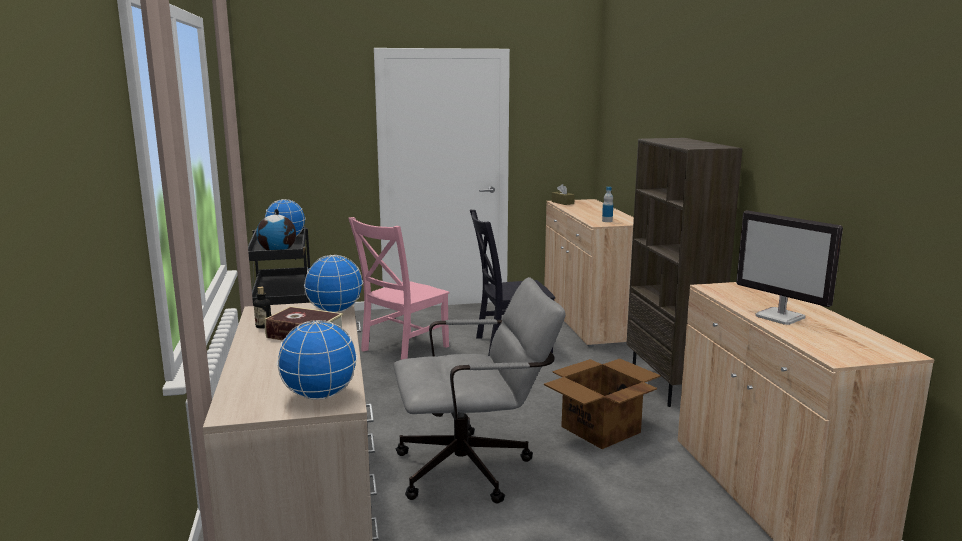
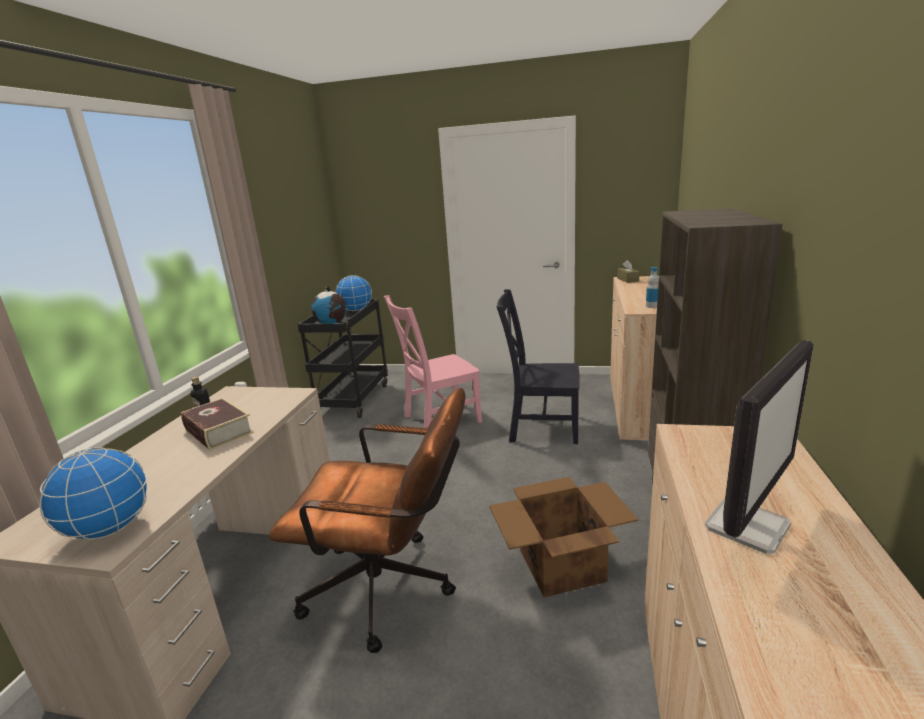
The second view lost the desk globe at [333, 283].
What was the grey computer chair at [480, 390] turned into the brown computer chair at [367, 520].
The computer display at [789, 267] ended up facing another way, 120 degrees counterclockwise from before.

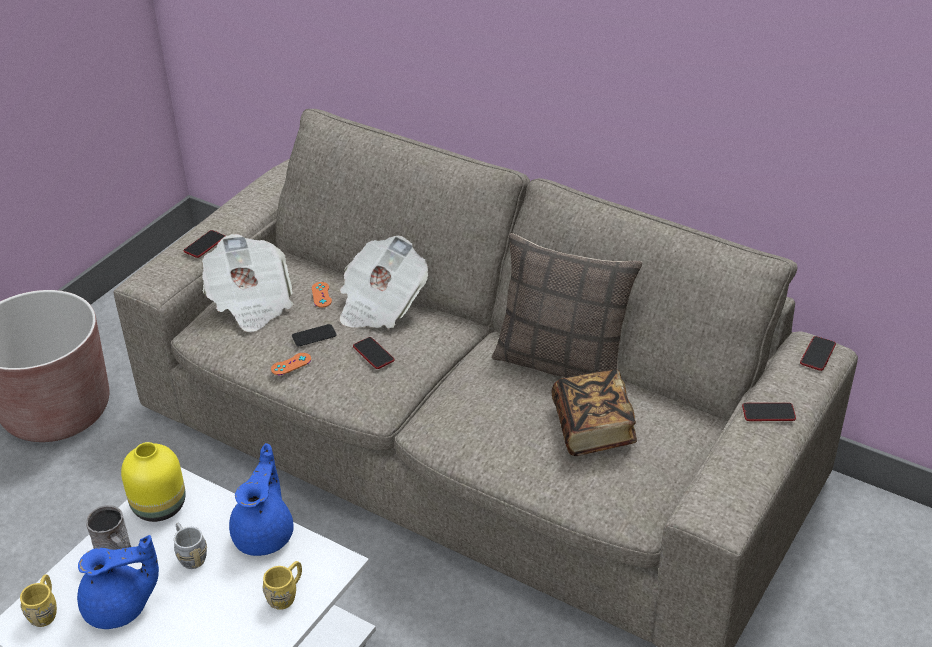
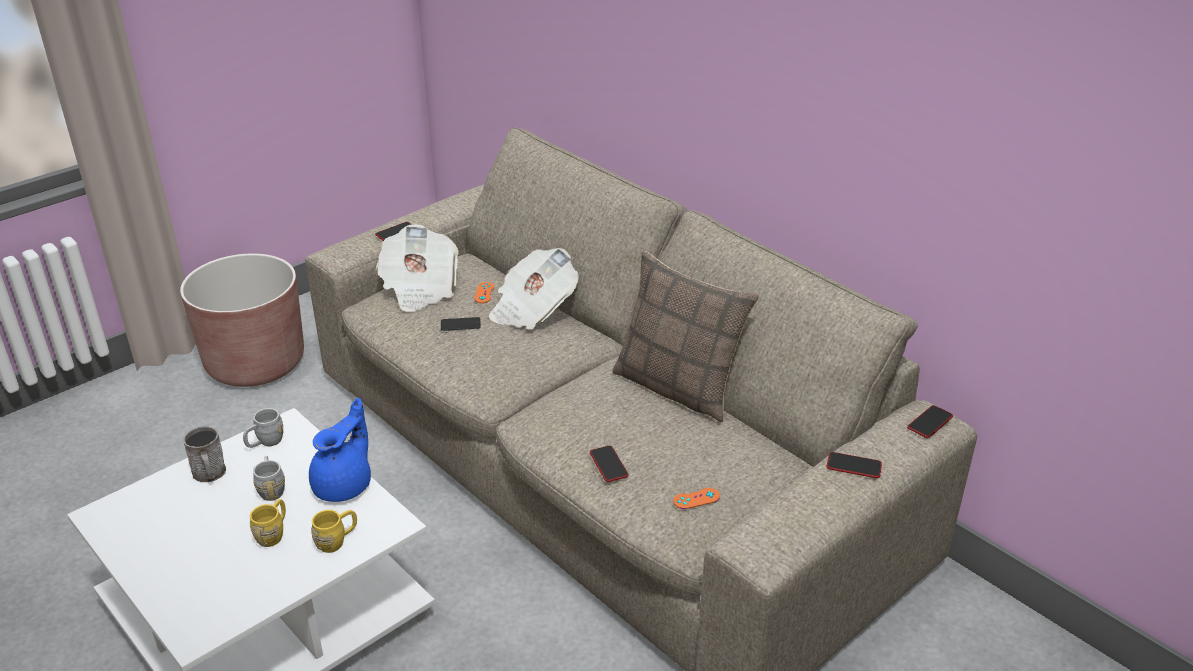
The second view lost the bluish pot for tea at [118, 582].
The second view lost the book at [594, 412].
The yellow-coloured mug ended up elsewhere, having gone from [38, 600] to [268, 523].
The orange-coloured joypad ended up elsewhere, having gone from [291, 364] to [696, 498].
The phone ended up elsewhere, having gone from [374, 353] to [609, 464].
Where the yellow-coloured flower vase stood at [153, 482], the grey mug came to stand at [263, 428].

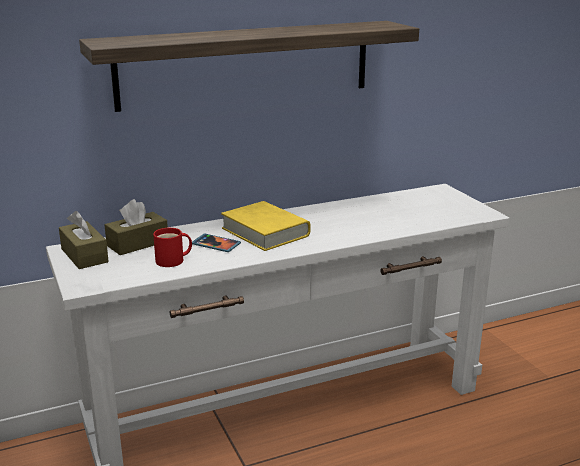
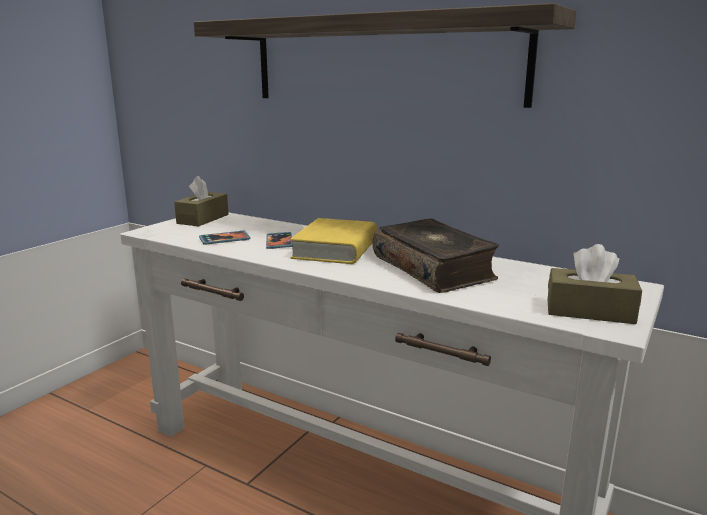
The second view gained the book at [436, 255].
The brown tissue holder ended up elsewhere, having gone from [136, 227] to [595, 284].
Where the reddish mug stood at [172, 247], the phone came to stand at [225, 238].

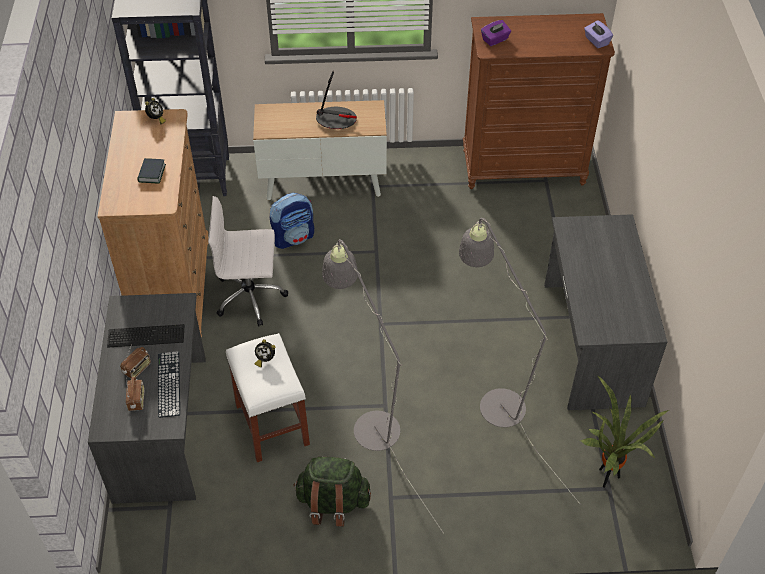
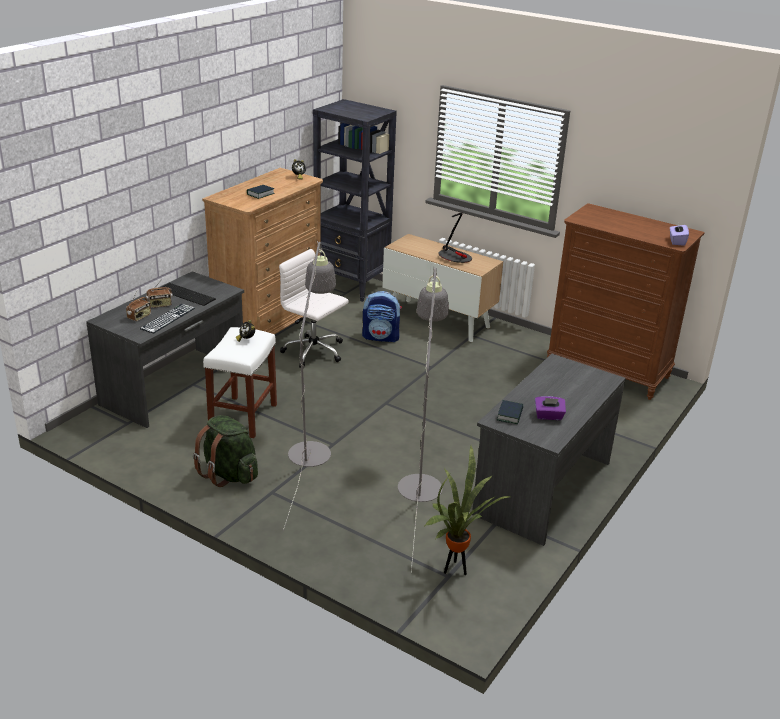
The second view gained the book at [510, 412].
The purplish tissue holder ended up elsewhere, having gone from [496, 33] to [550, 408].

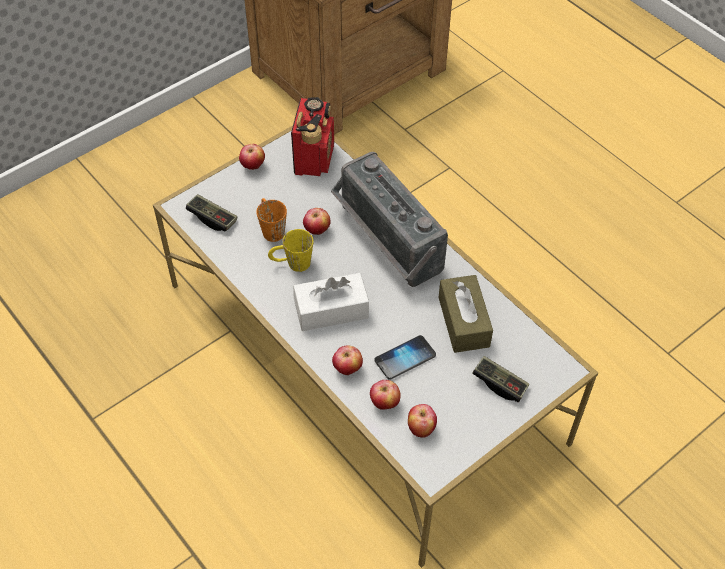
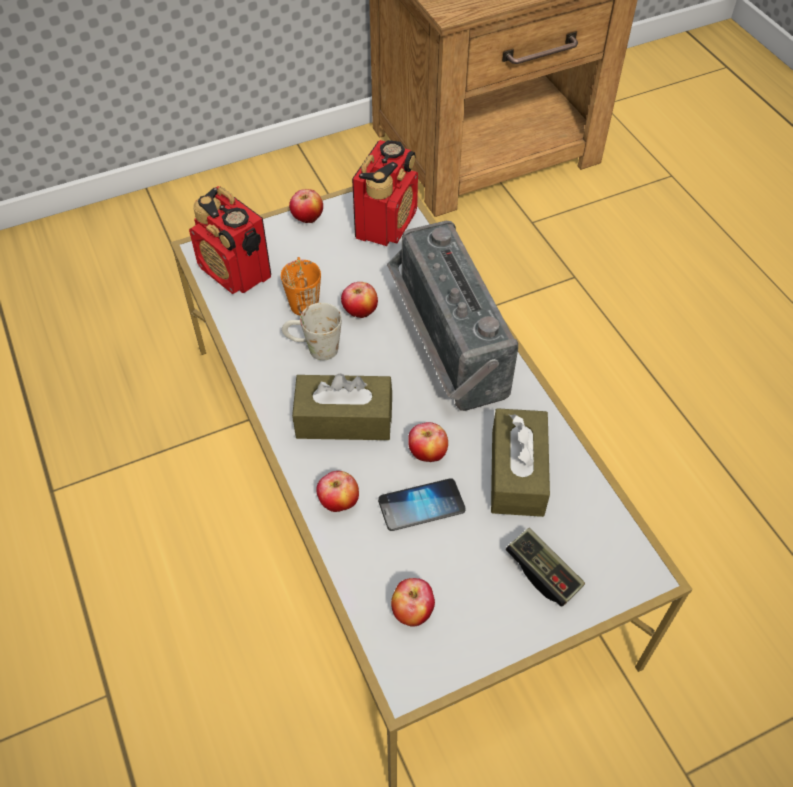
The apple fruit ended up elsewhere, having gone from [385, 395] to [428, 442].
Where the joypad stood at [211, 212], the radio receiver came to stand at [230, 240].
What was the yellow-coloured mug at [290, 250] turned into the white mug at [312, 331].
What was the white tissue holder at [331, 302] turned into the brown tissue holder at [342, 406].

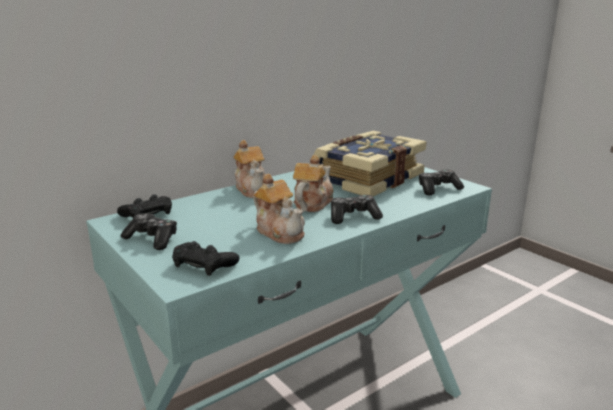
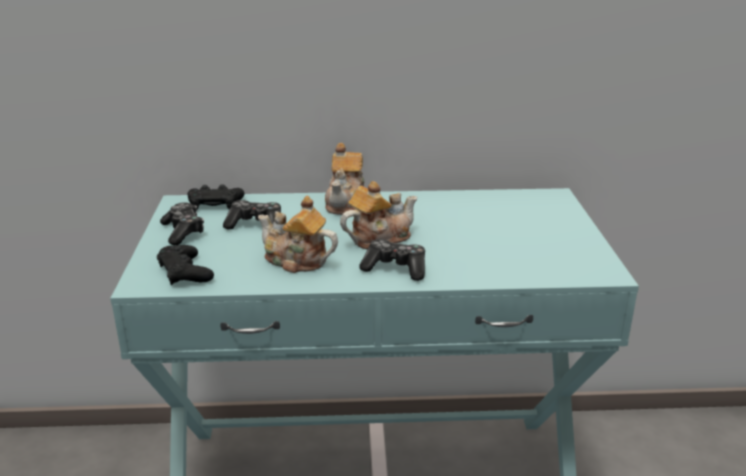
The second view lost the book at [369, 163].
The joypad ended up elsewhere, having gone from [441, 182] to [252, 215].
The pot for tea at [279, 209] ended up facing another way, 120 degrees clockwise from before.

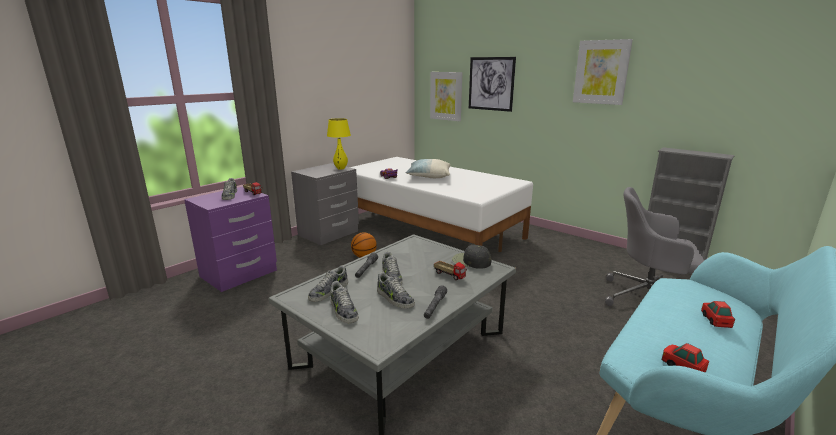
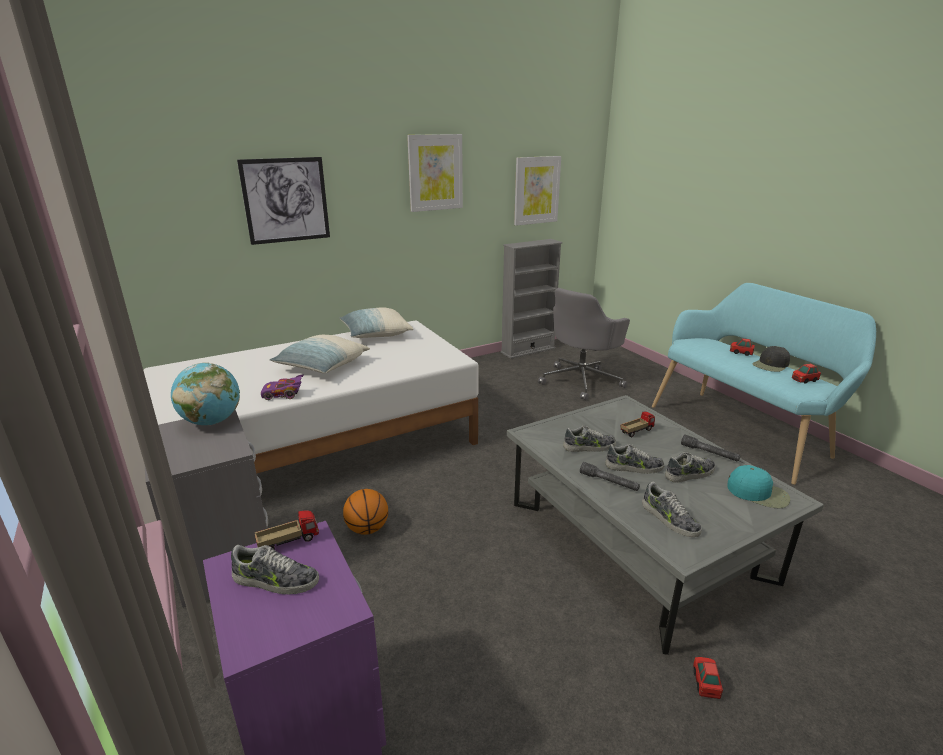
The second view gained the pillow at [376, 322].
The second view gained the toy car at [708, 678].
The second view gained the turquoise-coloured cap at [758, 486].
The shoe ended up elsewhere, having gone from [344, 302] to [589, 438].
The wall art ended up elsewhere, having gone from [446, 96] to [537, 191].
The blackish cap ended up elsewhere, having gone from [472, 257] to [771, 359].
Where the yellow-coloured table lamp stood at [339, 144], the desk globe came to stand at [205, 394].

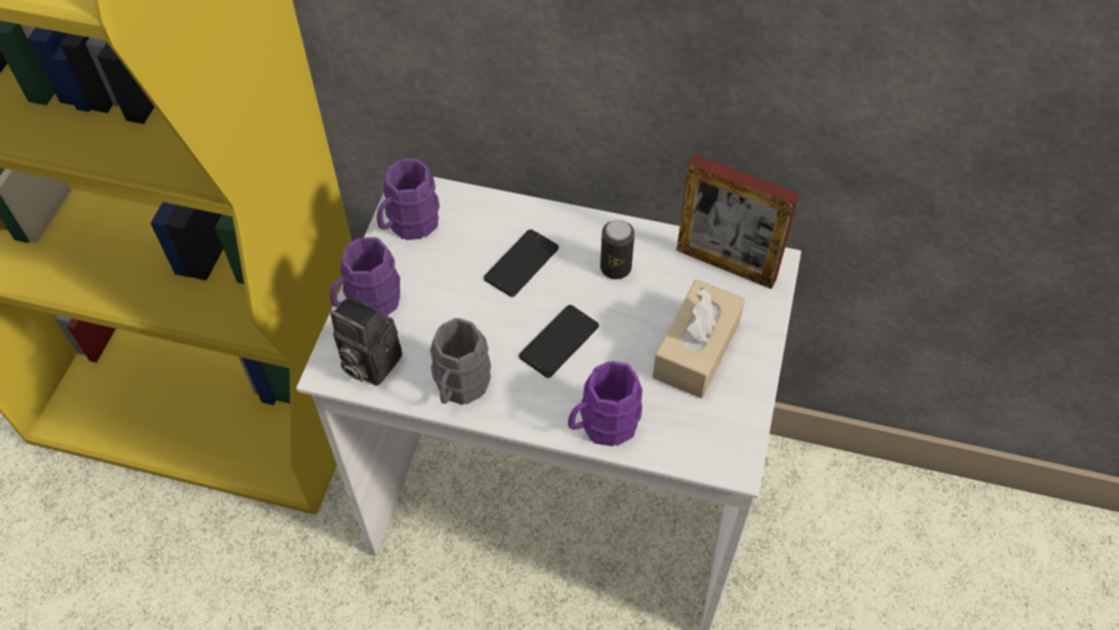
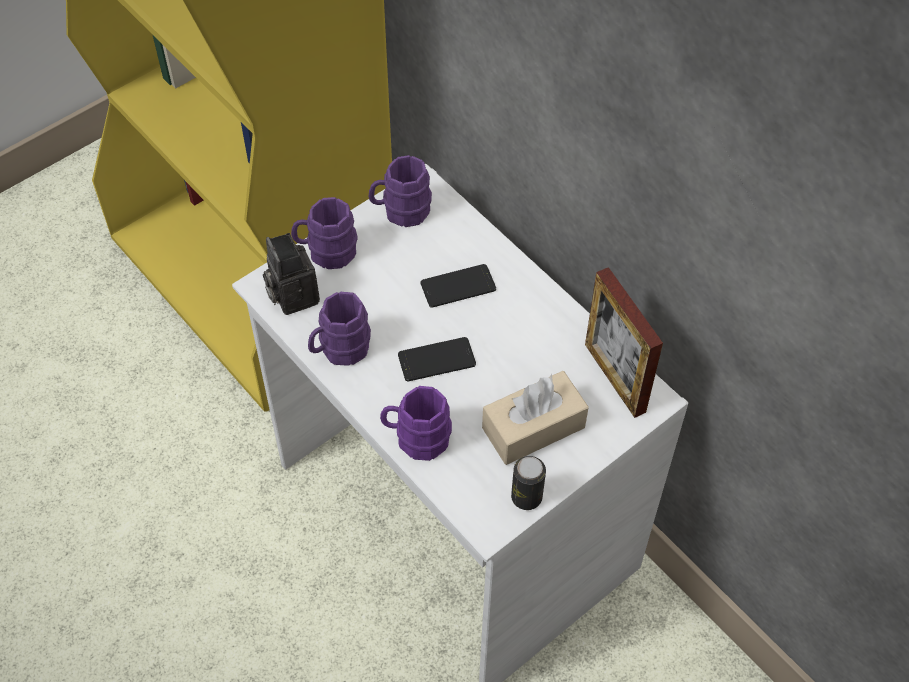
The metal can ended up elsewhere, having gone from [617, 249] to [528, 483].
What was the grey mug at [460, 361] turned into the purplish mug at [339, 329].

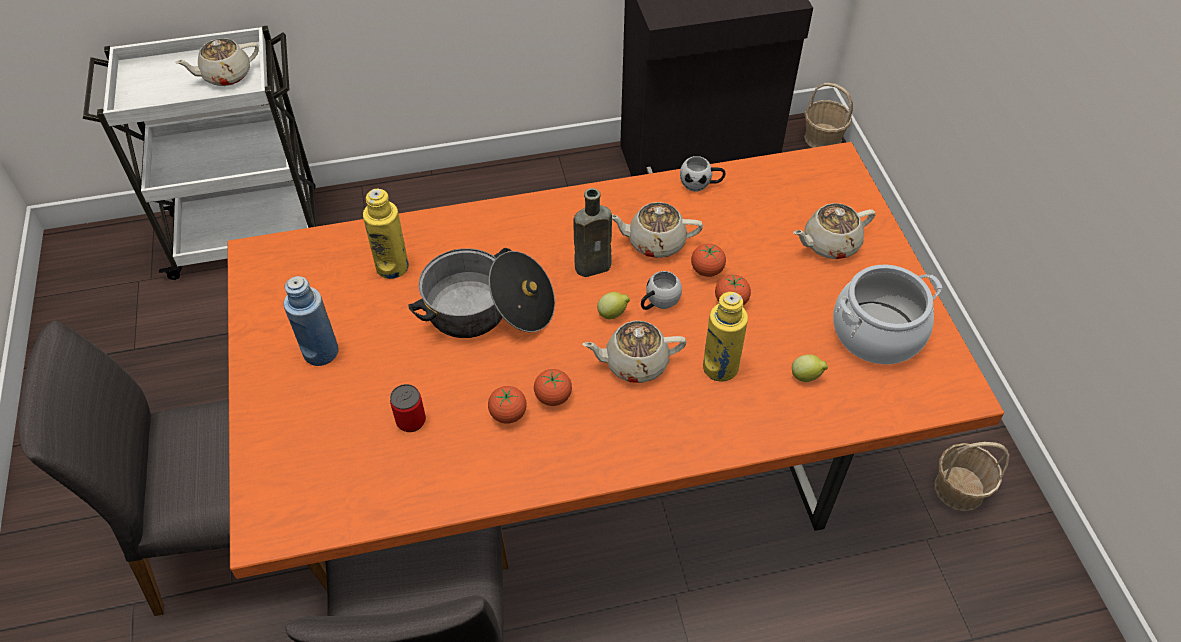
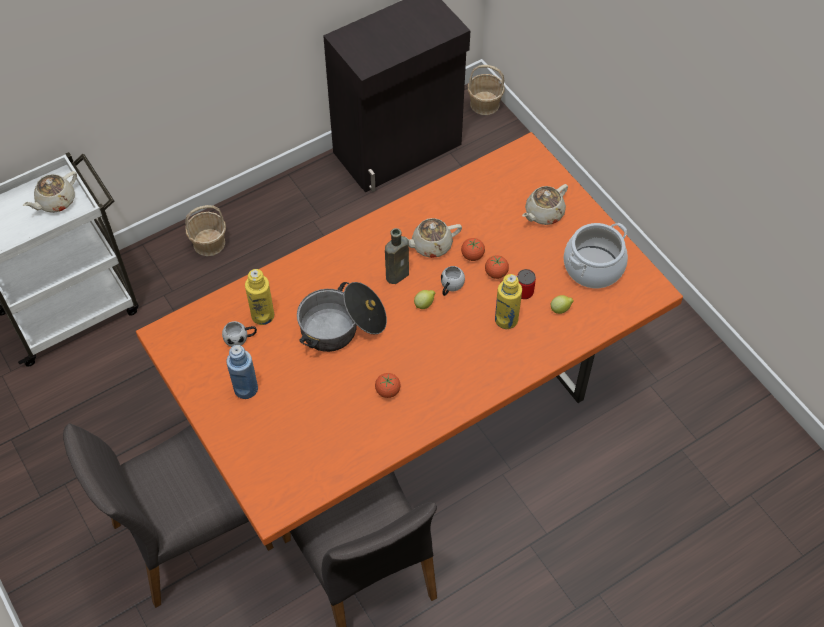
The second view lost the fresh tomato at [553, 387].
The second view lost the beige pot for tea at [634, 352].
The metal can ended up elsewhere, having gone from [408, 408] to [526, 284].
The white mug ended up elsewhere, having gone from [702, 174] to [239, 334].
The basket ended up elsewhere, having gone from [972, 476] to [205, 230].

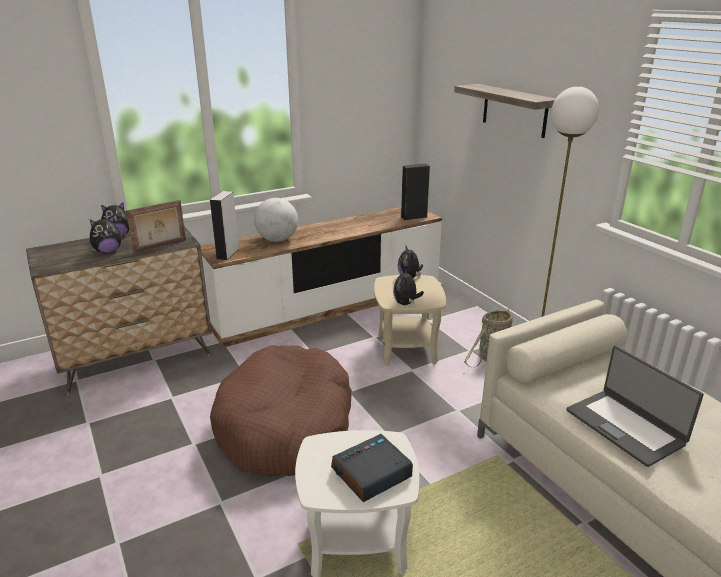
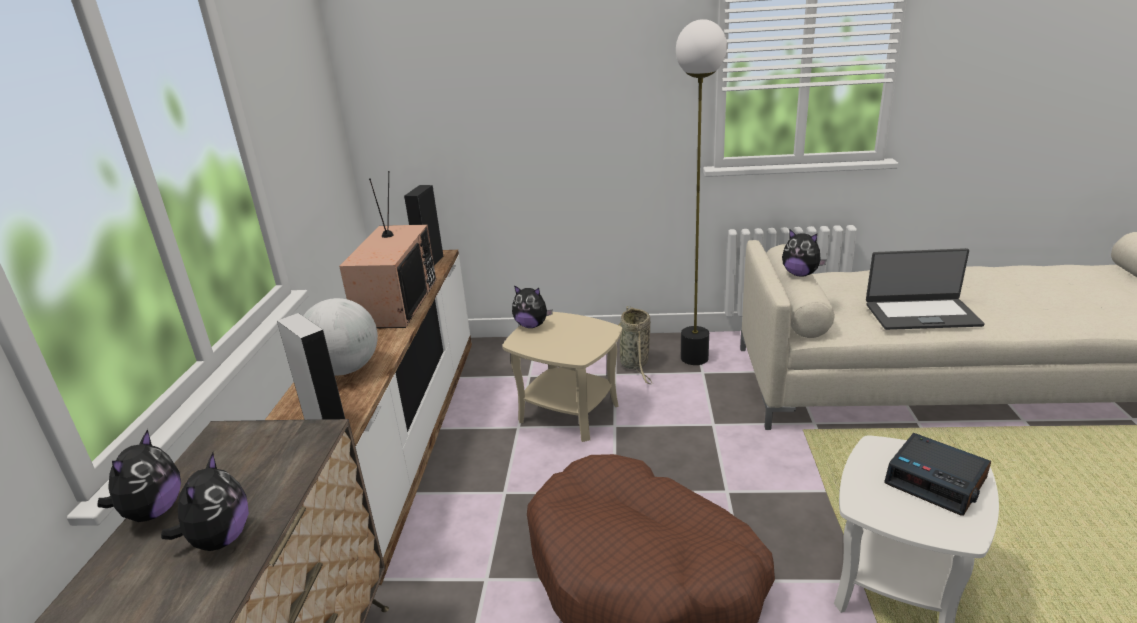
The second view lost the photo frame at [156, 226].
The second view lost the shelf at [505, 111].
The second view gained the television at [387, 249].
The soft toy ended up elsewhere, having gone from [408, 286] to [804, 253].
The bedside clock at [372, 468] ended up facing another way, 45 degrees counterclockwise from before.

